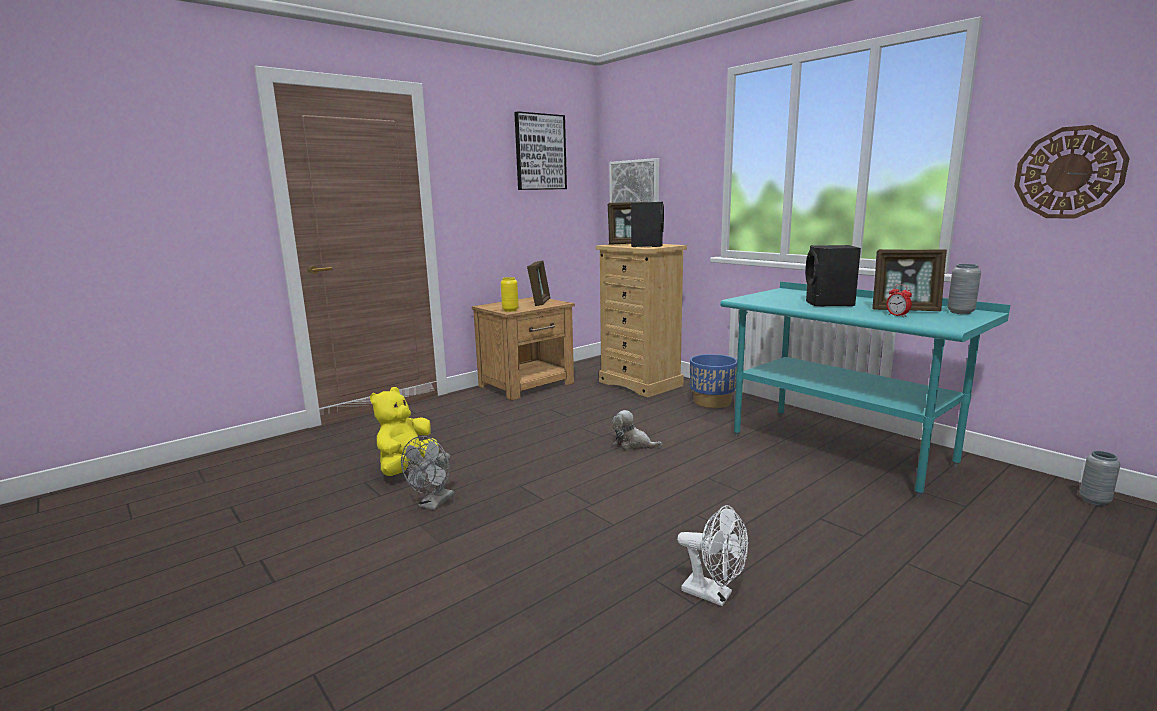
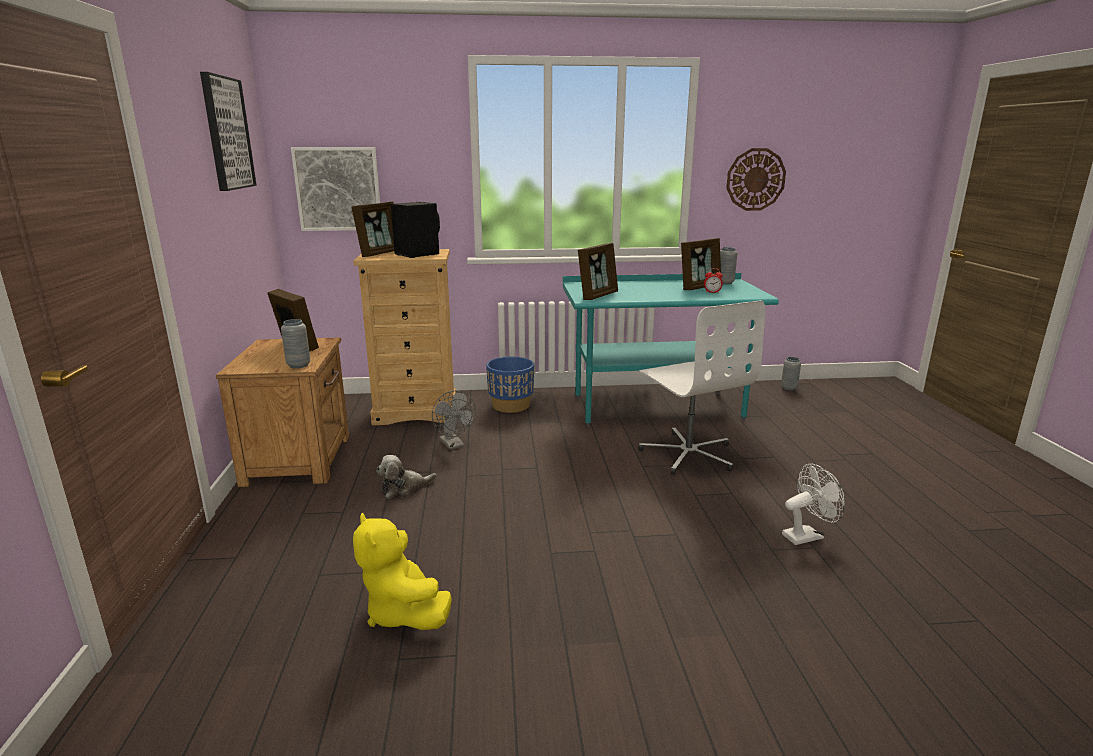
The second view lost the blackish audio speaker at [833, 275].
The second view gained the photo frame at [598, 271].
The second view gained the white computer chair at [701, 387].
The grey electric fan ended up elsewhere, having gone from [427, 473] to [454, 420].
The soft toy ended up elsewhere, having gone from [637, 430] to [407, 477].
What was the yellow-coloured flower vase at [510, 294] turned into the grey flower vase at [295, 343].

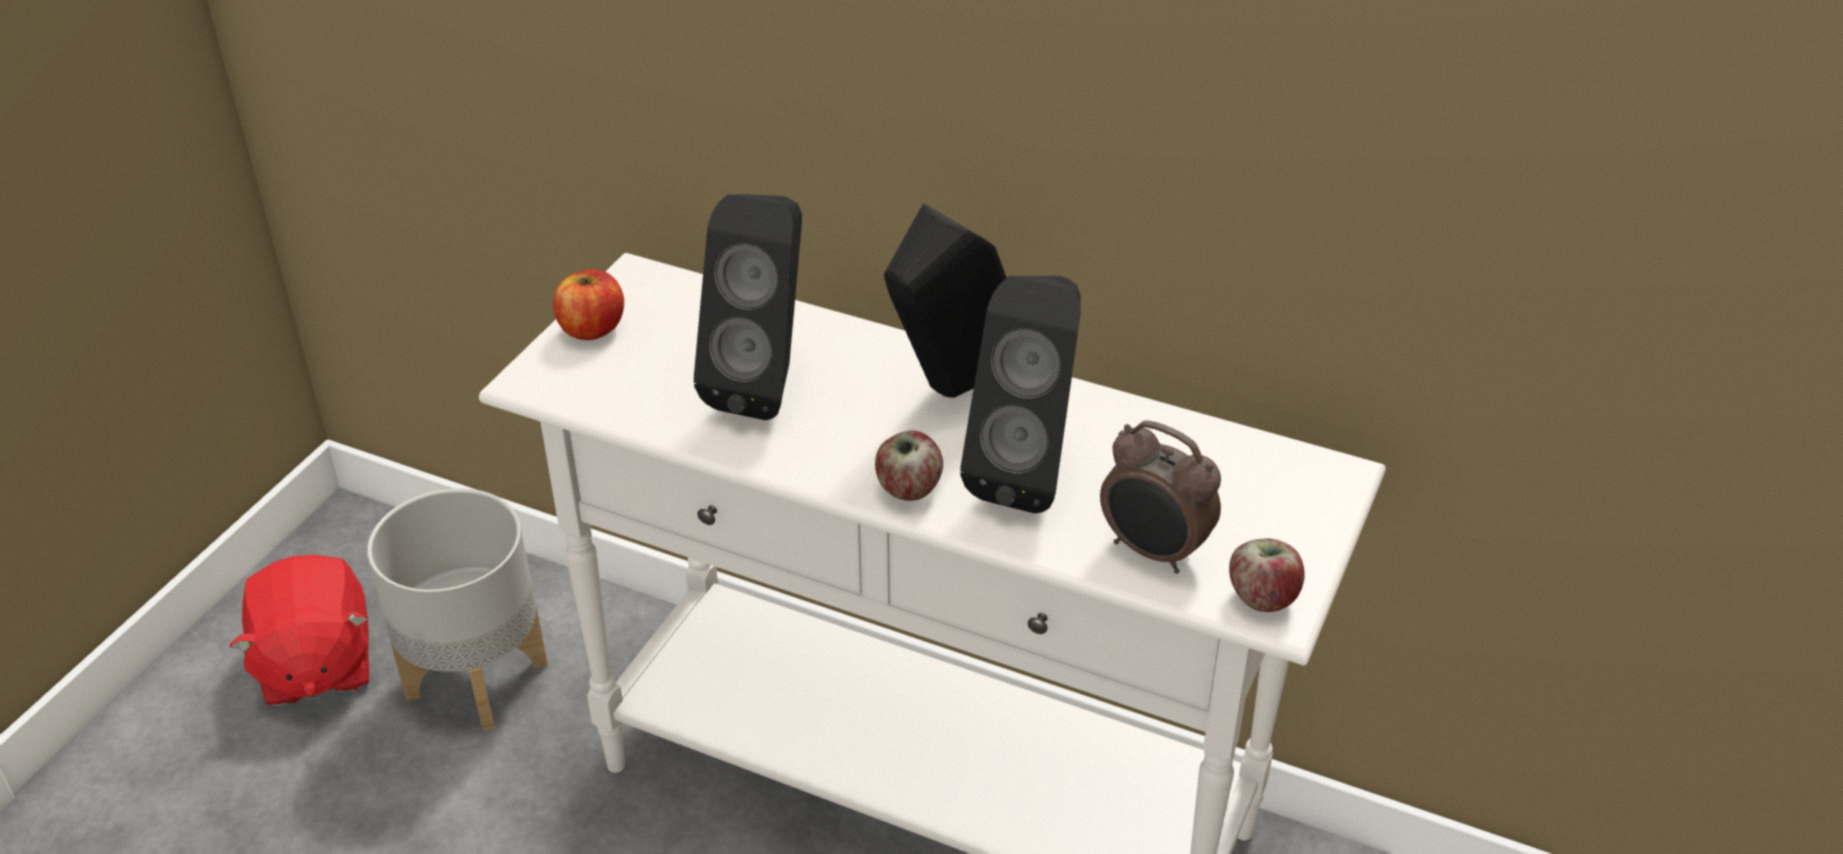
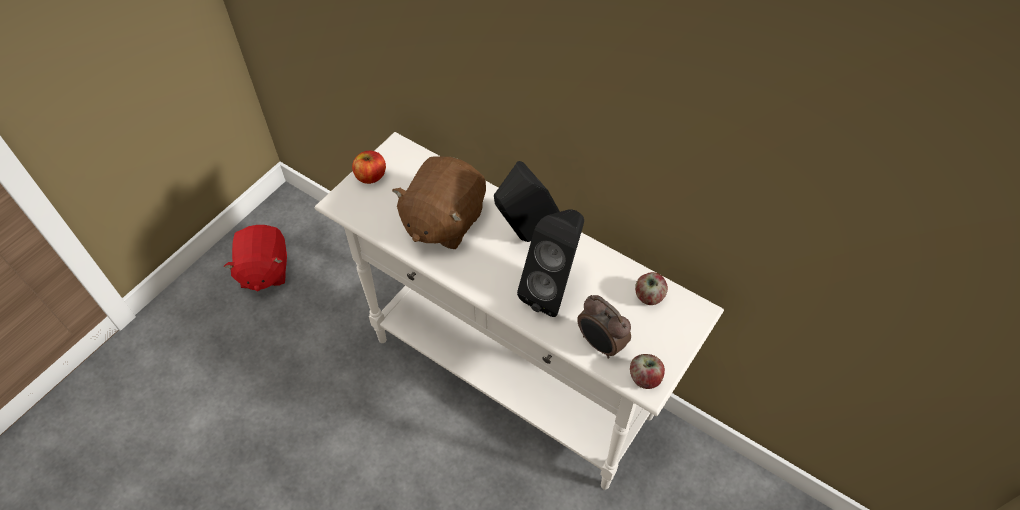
The second view lost the grey flower pot at [457, 609].
The apple fruit ended up elsewhere, having gone from [909, 465] to [651, 288].
Where the blackish audio speaker stood at [748, 307], the brown soft toy came to stand at [439, 202].

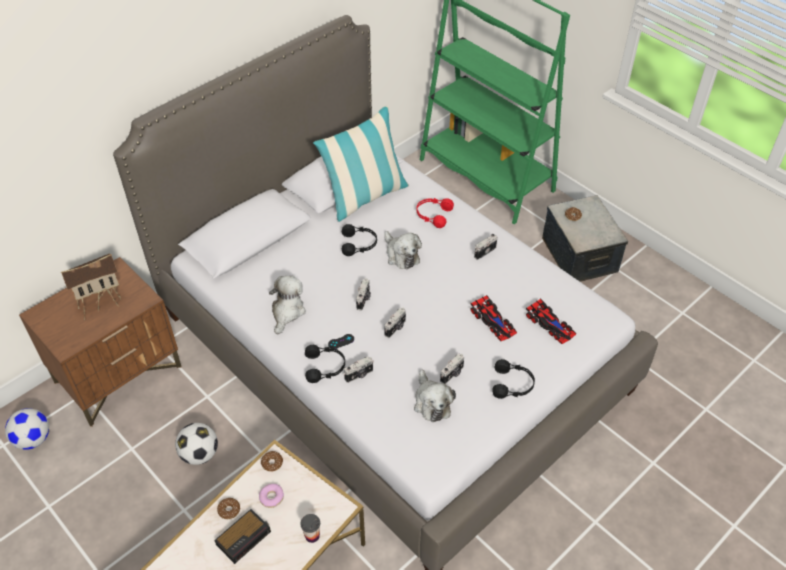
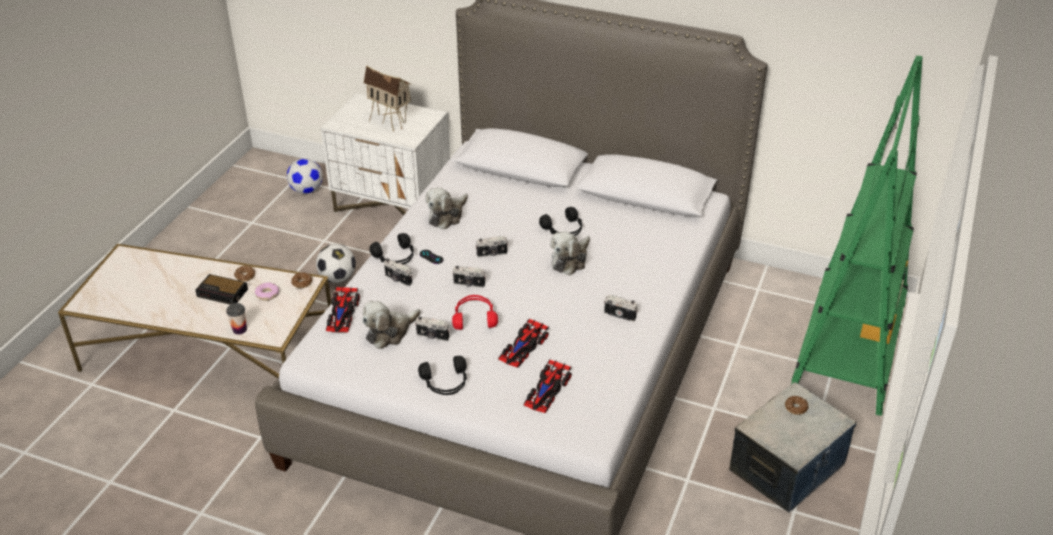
The second view lost the pillow at [361, 164].
The second view gained the toy car at [343, 309].
The reddish pair of headphones ended up elsewhere, having gone from [435, 213] to [475, 312].
What was the brown night table at [100, 342] turned into the white night table at [385, 154].
The soft toy at [287, 305] ended up facing another way, 135 degrees clockwise from before.

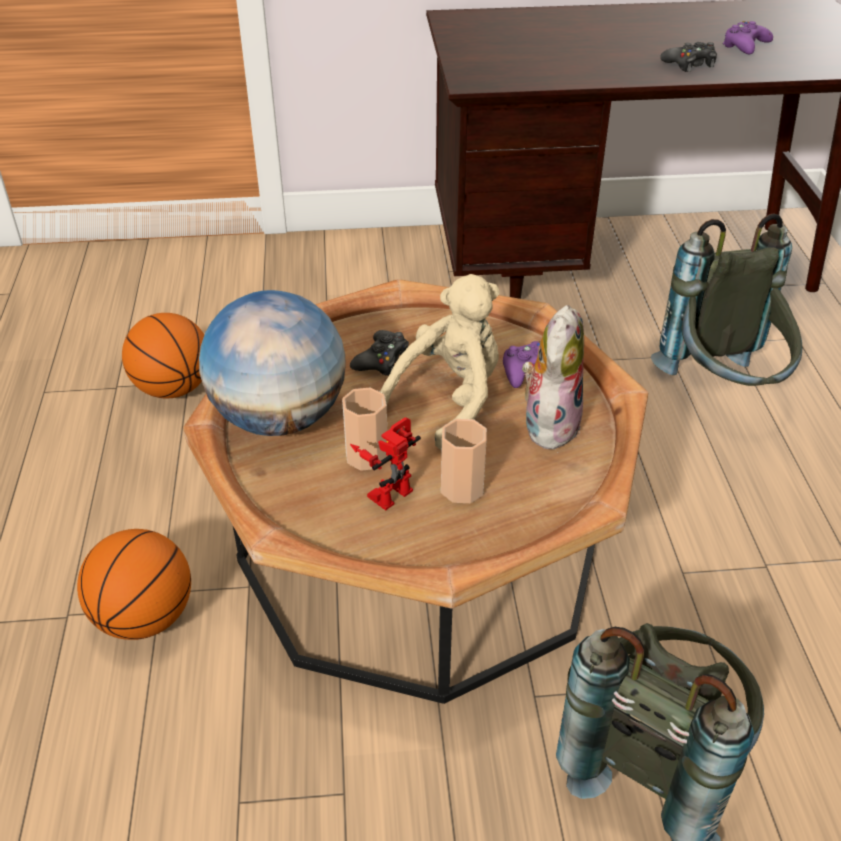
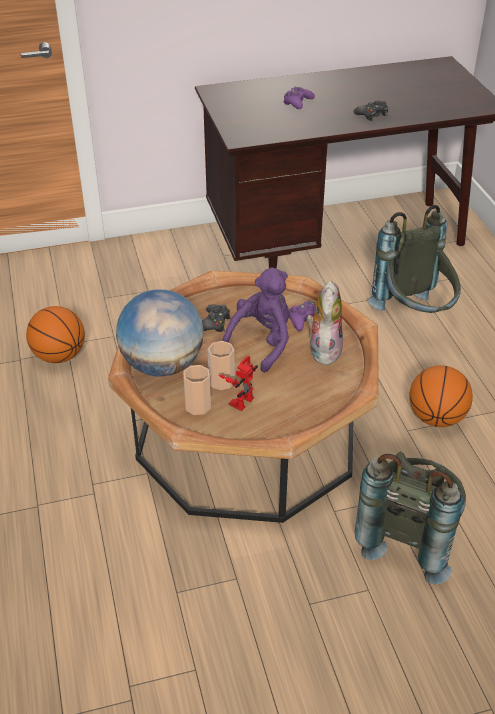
The basketball ball ended up elsewhere, having gone from [134, 584] to [441, 396].
The drinking cup ended up elsewhere, having gone from [464, 461] to [197, 390].
The purplish joypad ended up elsewhere, having gone from [748, 38] to [299, 98].
What was the beige soft toy at [440, 362] turned into the purplish soft toy at [255, 320].

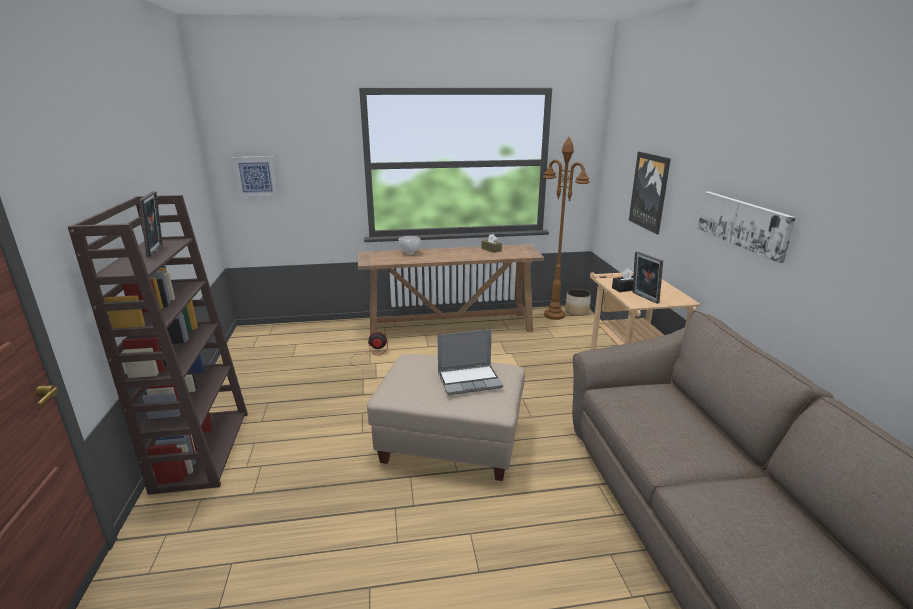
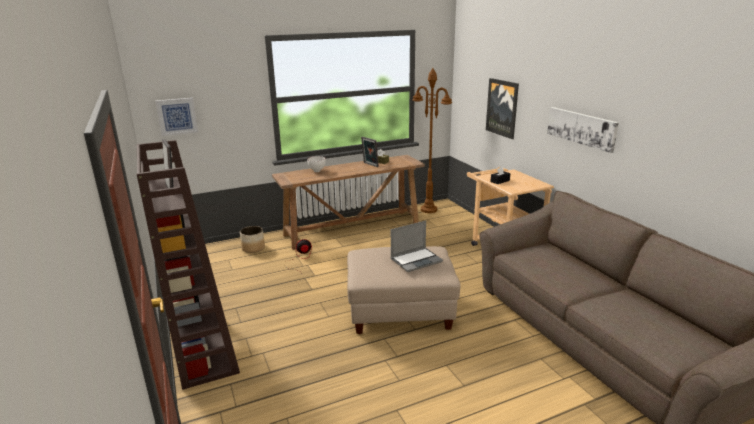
The flower pot ended up elsewhere, having gone from [578, 302] to [252, 239].
The photo frame ended up elsewhere, having gone from [647, 277] to [370, 152].

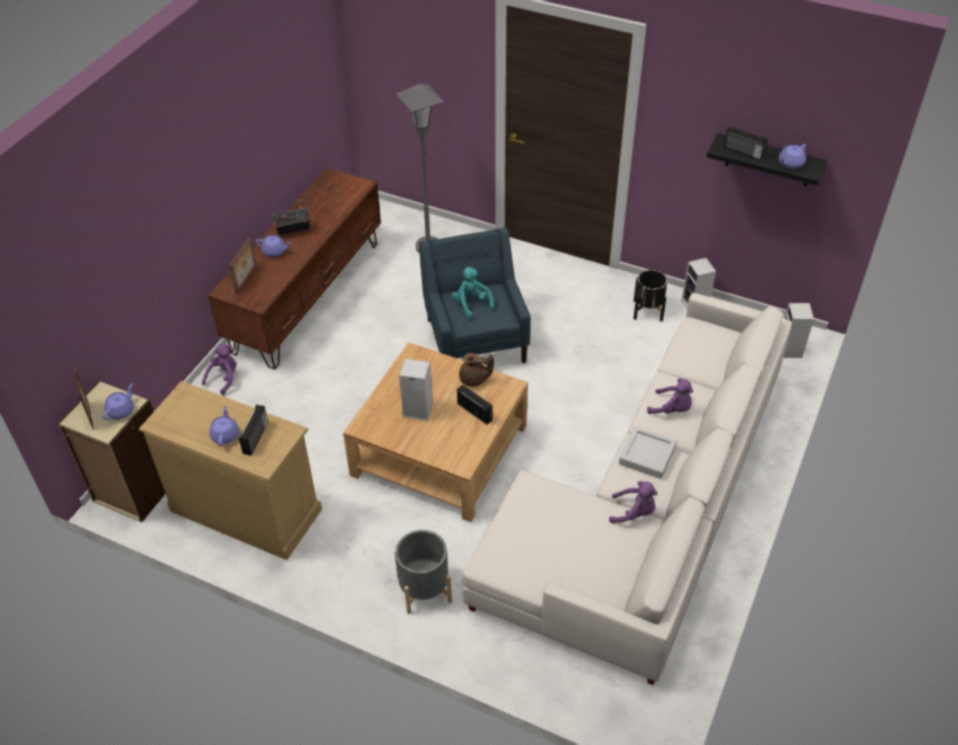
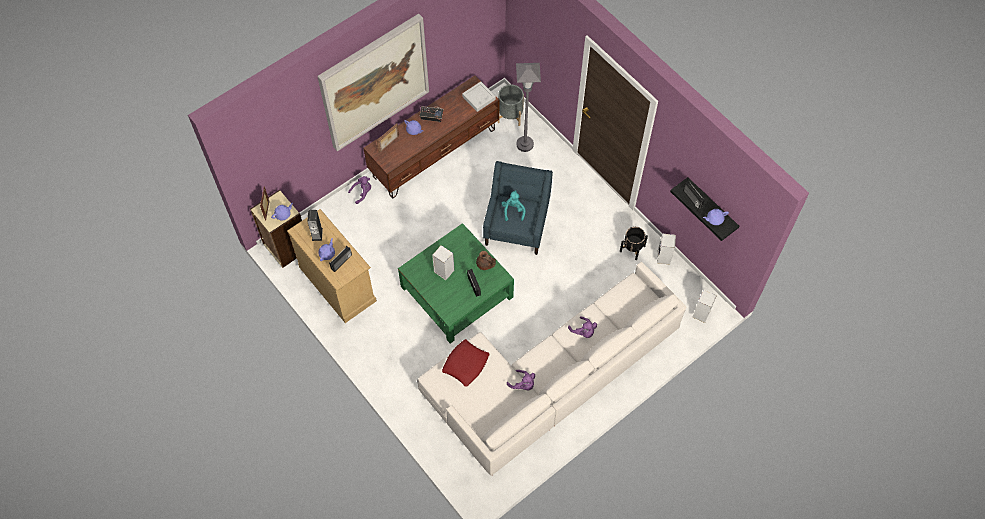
The second view gained the audio speaker at [315, 225].
The second view gained the wall art at [373, 82].
The second view gained the reddish pillow at [465, 363].
The grey flower pot ended up elsewhere, having gone from [423, 572] to [510, 105].
The grey serving tray ended up elsewhere, having gone from [648, 453] to [479, 97].
What was the beige lounge table at [435, 432] turned into the green lounge table at [456, 283].

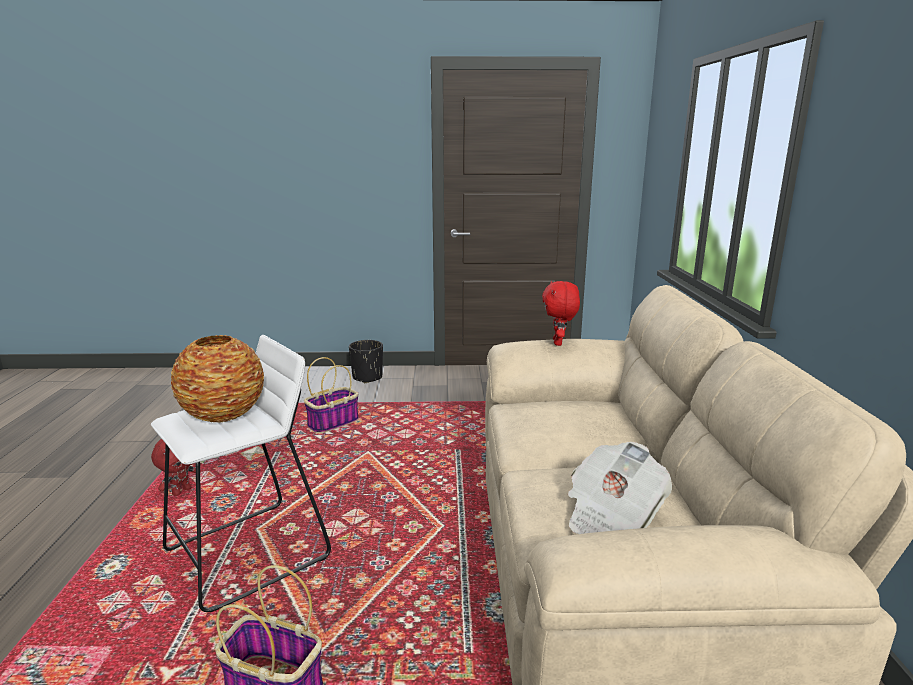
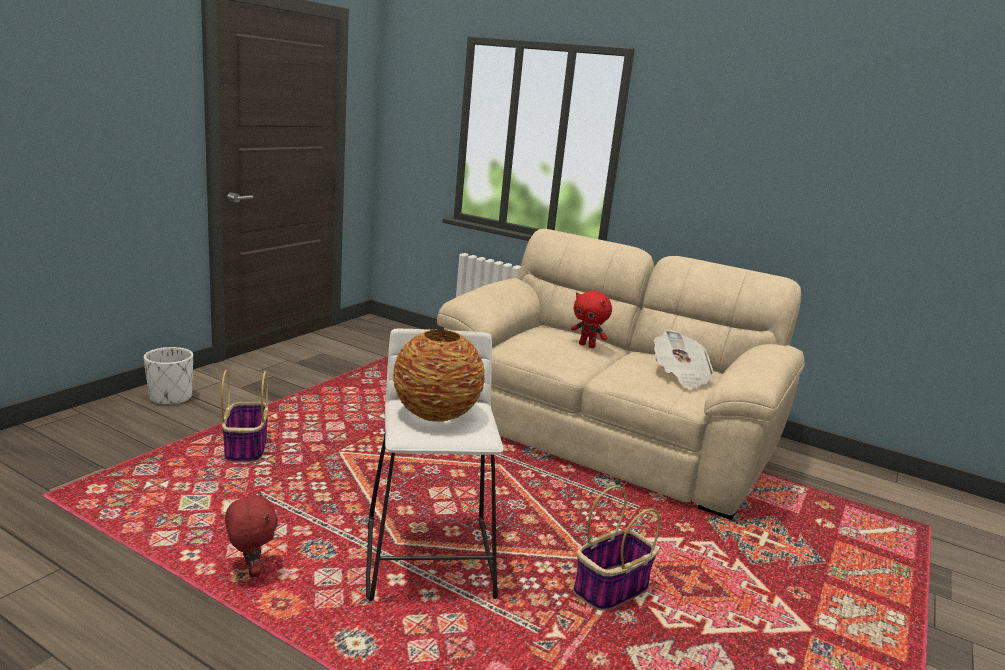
The reddish soft toy ended up elsewhere, having gone from [561, 313] to [591, 319].
What was the blackish flower pot at [366, 361] turned into the white flower pot at [168, 375].

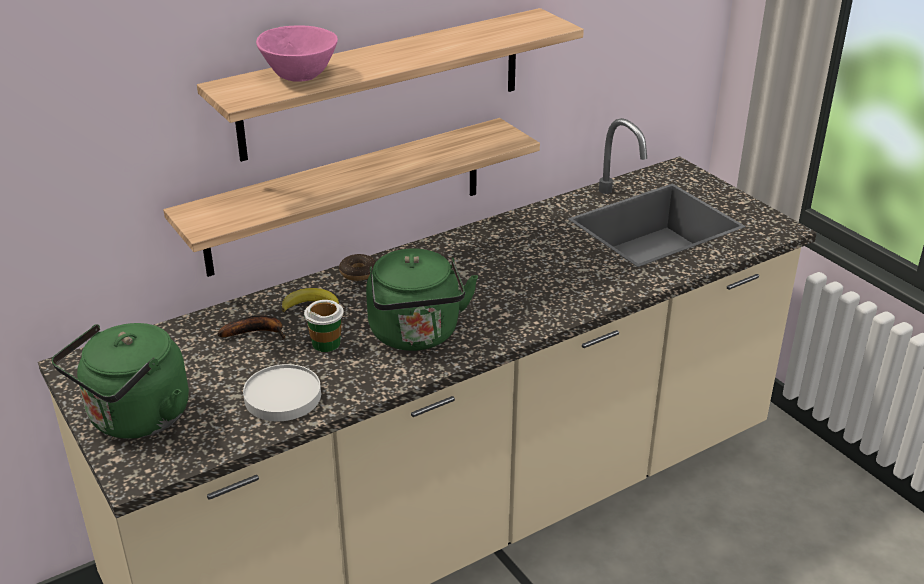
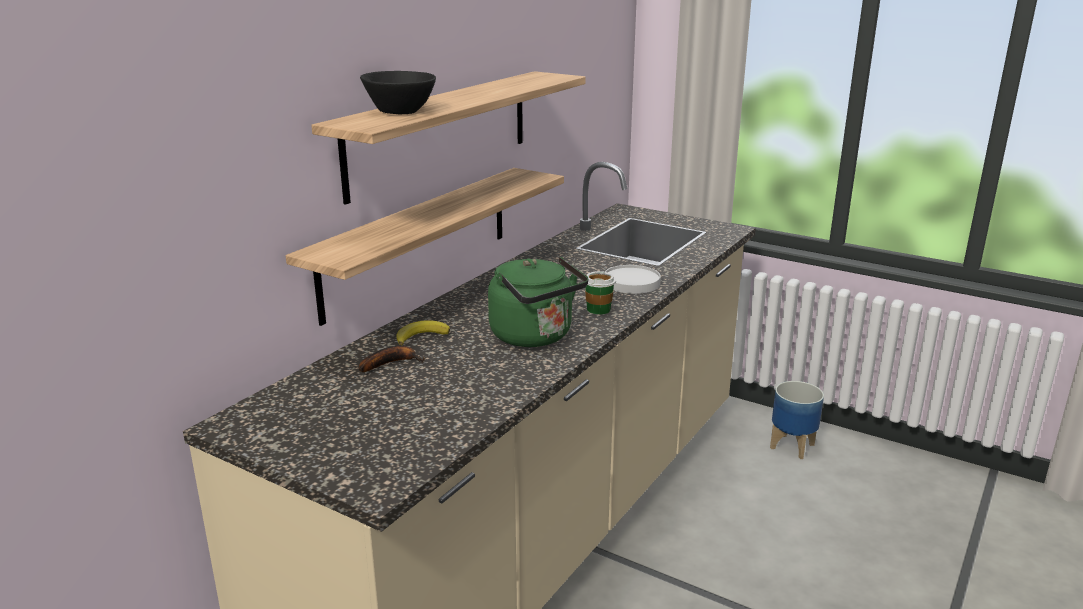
The second view lost the green kettle at [120, 381].
The second view lost the doughnut at [357, 267].
The second view gained the flower pot at [797, 420].
The white dinner plate ended up elsewhere, having gone from [282, 392] to [633, 279].
The drinking cup ended up elsewhere, having gone from [324, 326] to [600, 293].
What was the pinkish serving bowl at [297, 53] turned into the blackish serving bowl at [398, 92].

